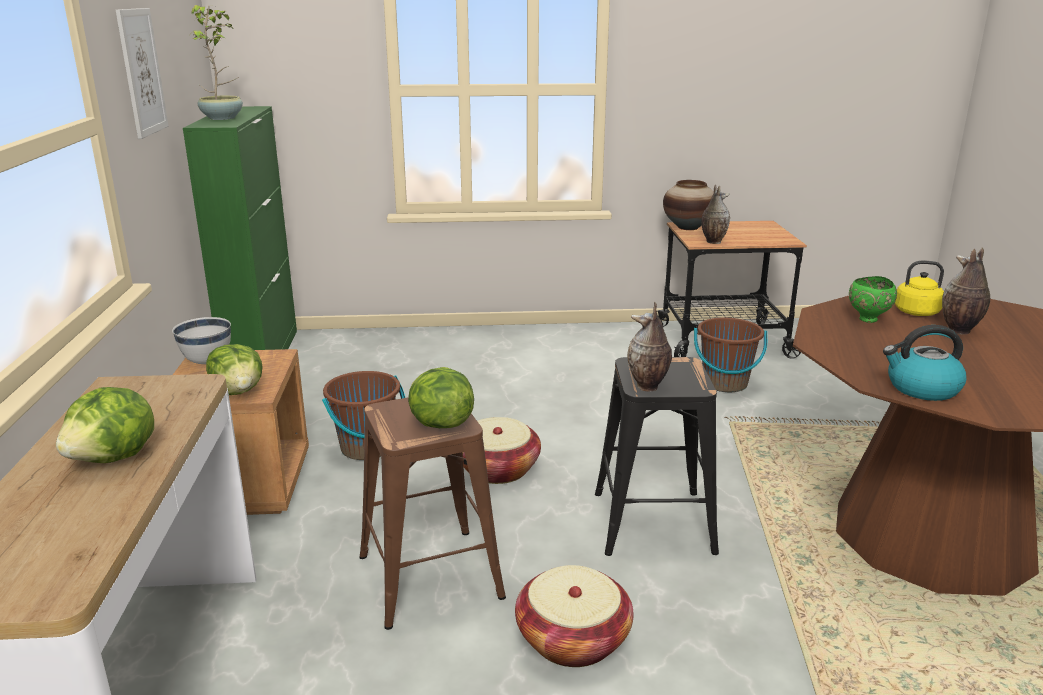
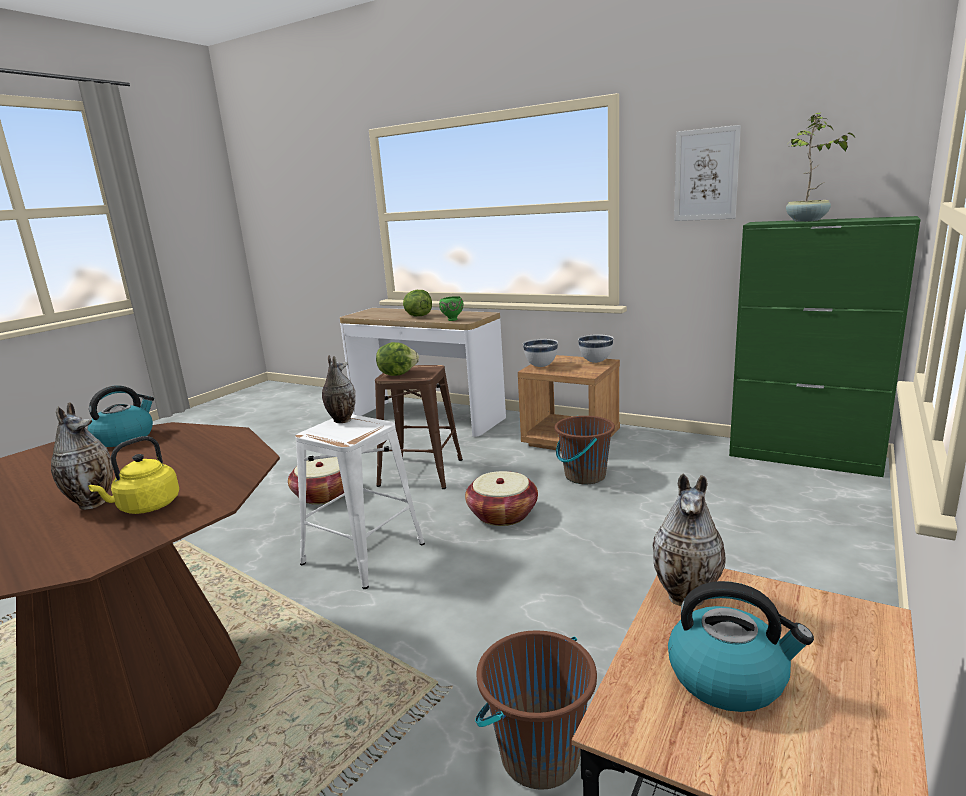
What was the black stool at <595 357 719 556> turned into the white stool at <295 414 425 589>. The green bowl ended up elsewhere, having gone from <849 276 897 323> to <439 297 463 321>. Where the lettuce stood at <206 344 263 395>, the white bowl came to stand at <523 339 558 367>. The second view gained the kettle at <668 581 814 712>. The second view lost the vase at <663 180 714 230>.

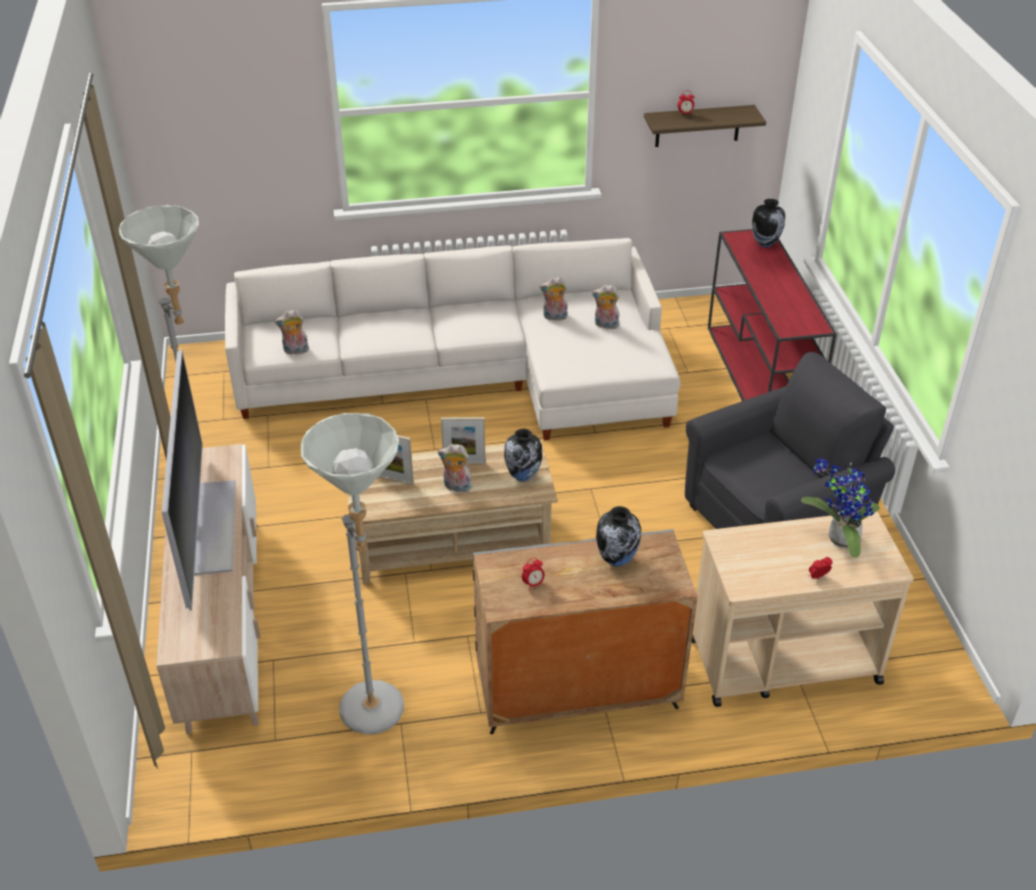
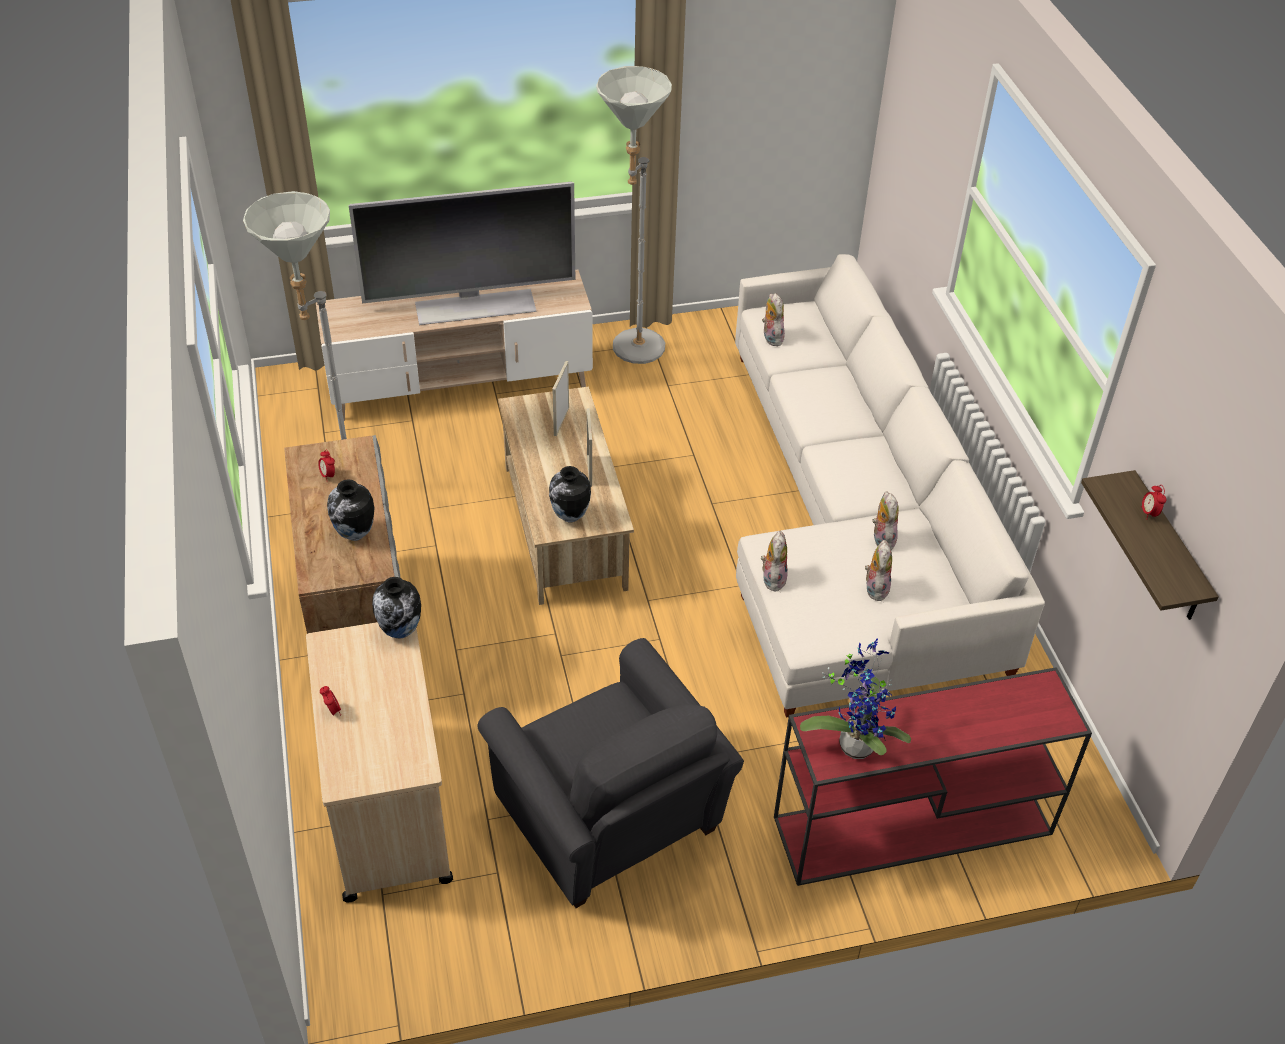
The vase ended up elsewhere, having gone from <752 199 785 247> to <372 577 421 639>. The plush toy ended up elsewhere, having gone from <438 444 474 493> to <761 531 788 591>. The potted plant ended up elsewhere, having gone from <801 458 880 557> to <800 639 911 759>.

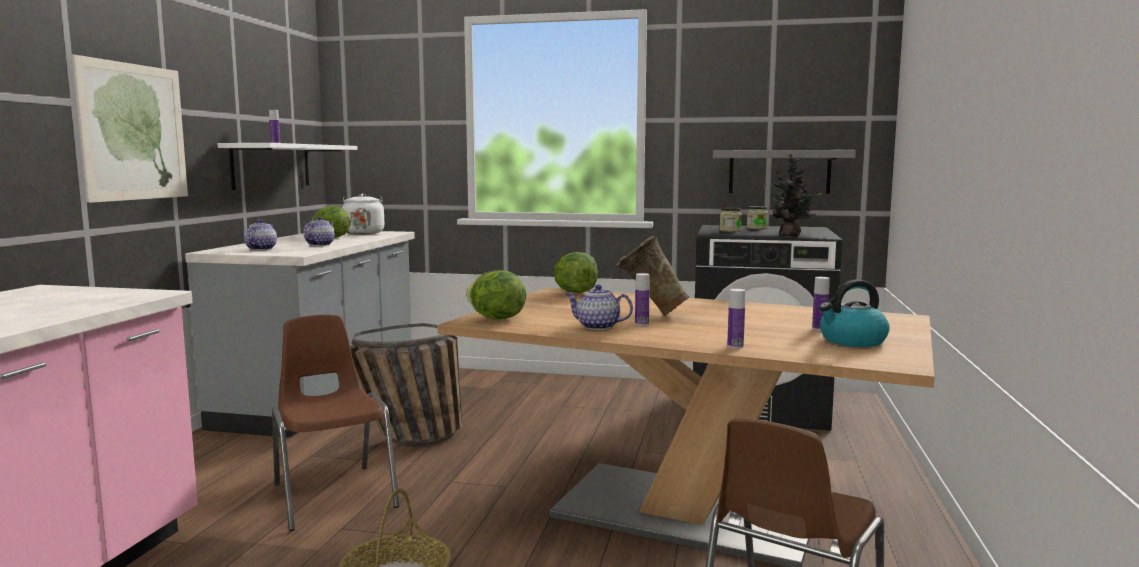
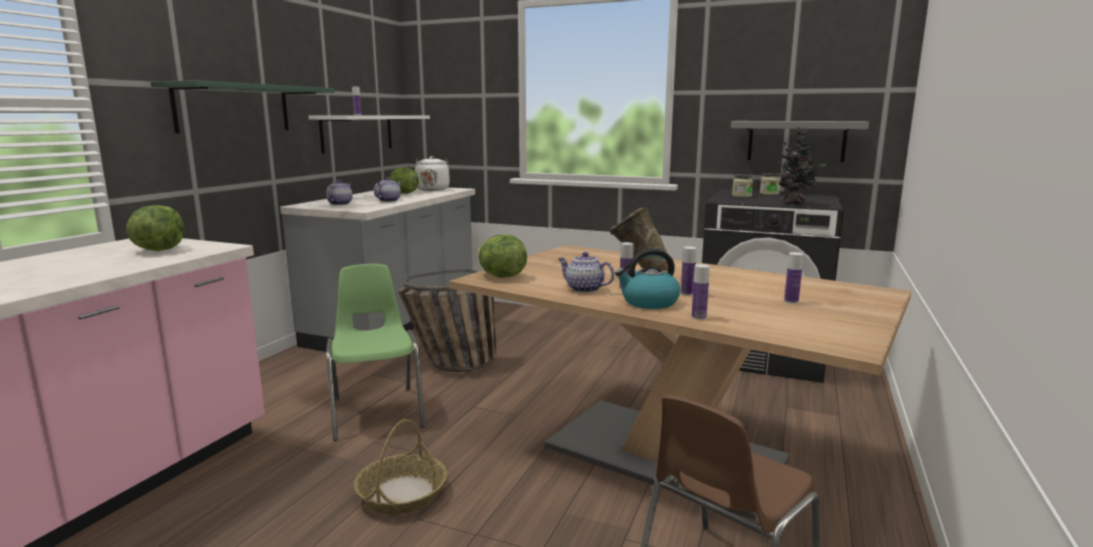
The lettuce ended up elsewhere, having gone from <554 252 598 293> to <126 205 184 251>. Where the picture hung at <72 55 188 203>, the green shelf came to hang at <151 80 335 133>. What was the brown chair at <272 315 400 531> turned into the green chair at <326 264 425 441>. The kettle ended up elsewhere, having gone from <819 280 890 347> to <615 248 680 309>. The second view gained the bottle at <681 246 696 296>.

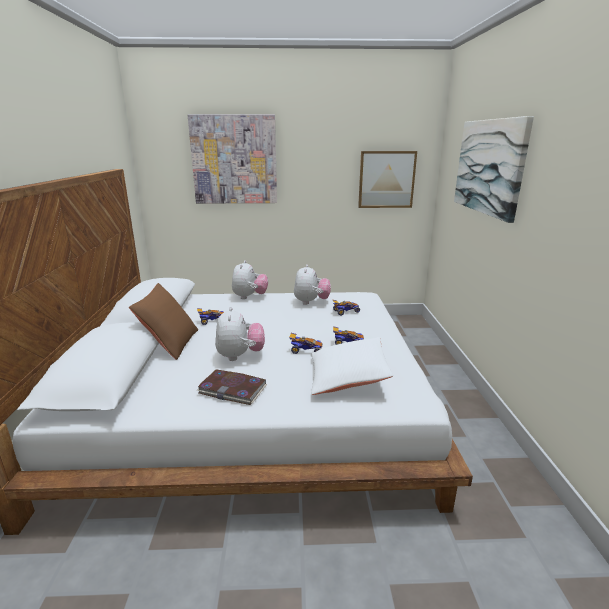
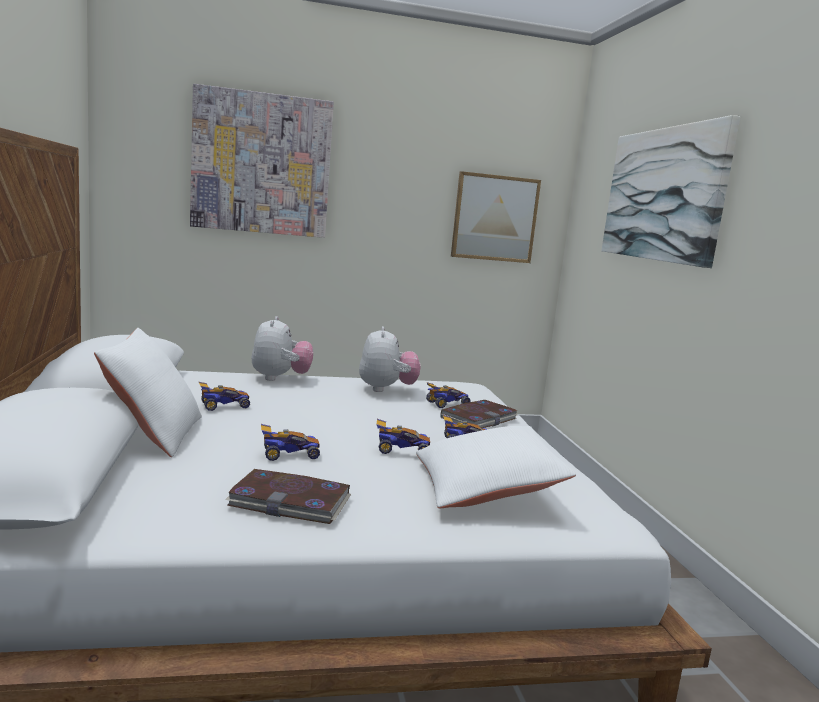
What was the brown pillow at <129 283 198 360> turned into the white pillow at <94 328 202 457>. Where the plush toy stood at <215 307 265 361>, the toy car came to stand at <261 424 320 461>. The second view gained the book at <441 400 518 428>.

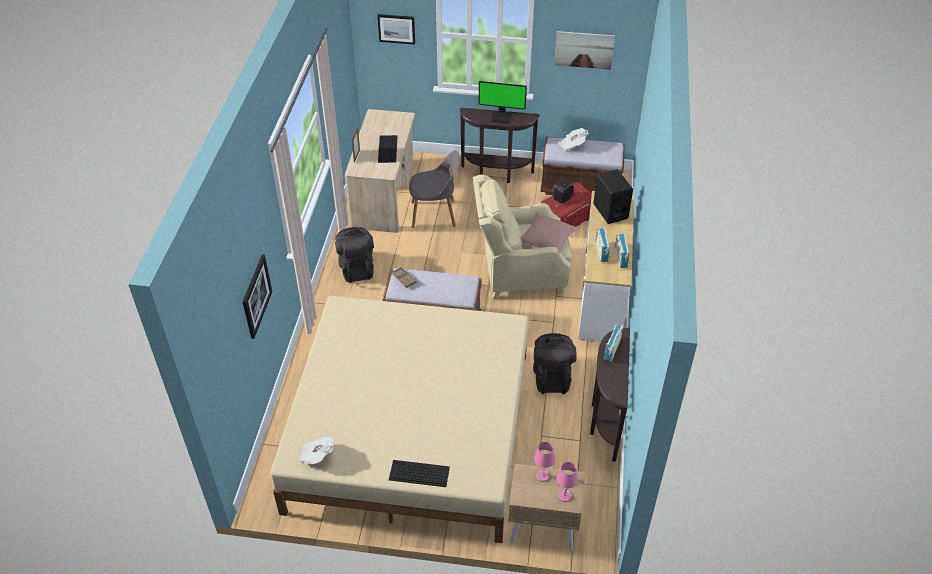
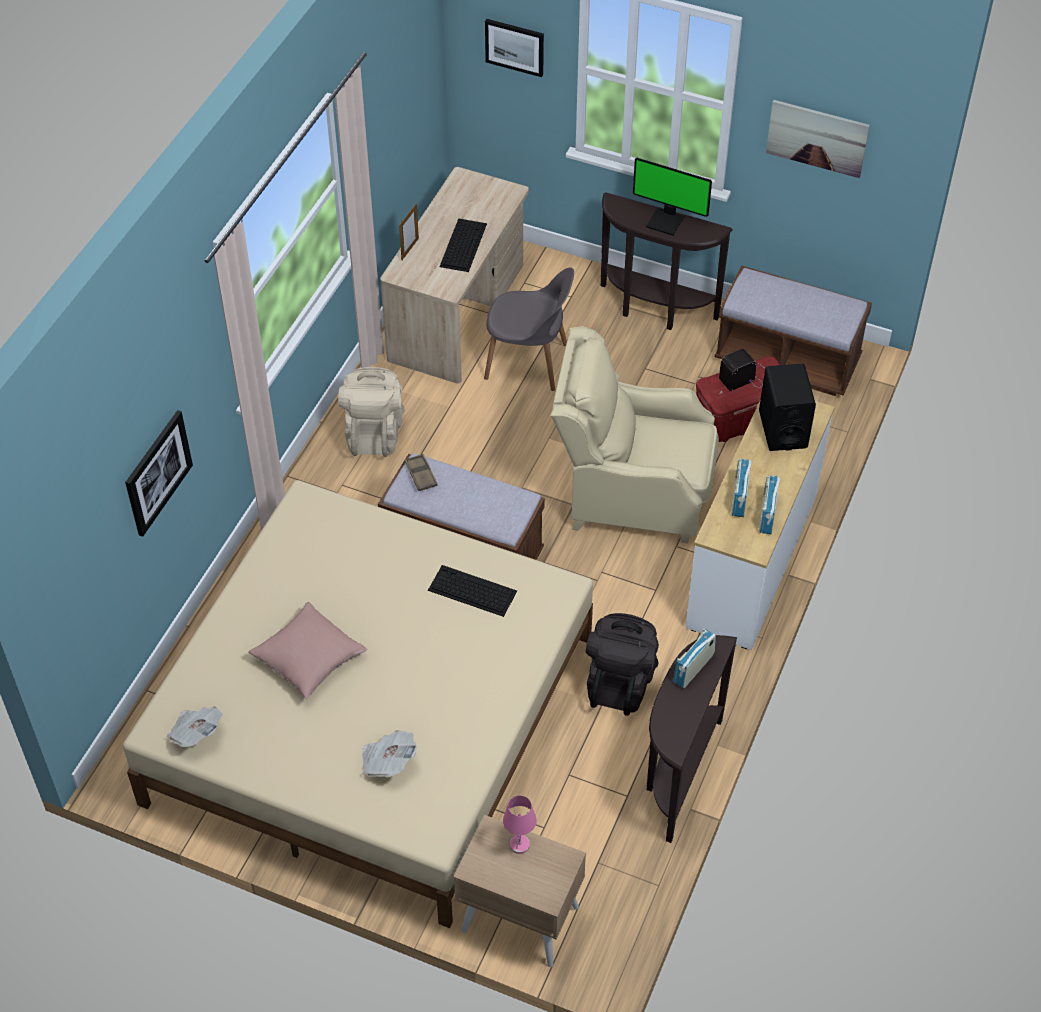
The pink pillow ended up elsewhere, having gone from <521 213 577 254> to <249 602 367 699>. What was the black backpack at <335 227 374 283> turned into the beige backpack at <338 367 405 457>. The newspaper ended up elsewhere, having gone from <558 128 588 150> to <362 730 417 777>. The keyboard ended up elsewhere, having gone from <389 460 450 487> to <428 565 517 617>. The second view lost the pink table lamp at <556 462 578 502>.

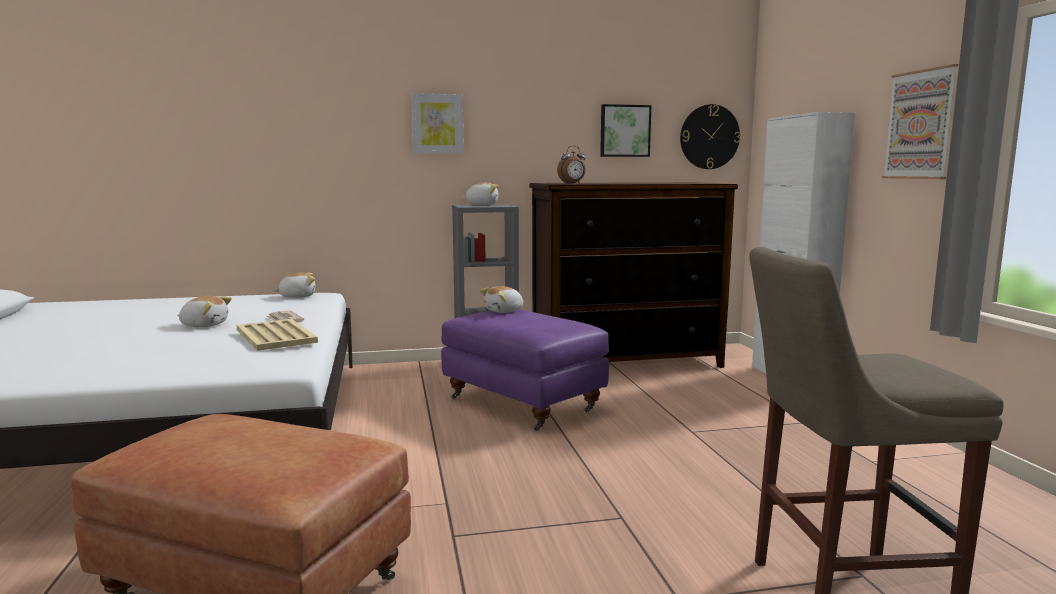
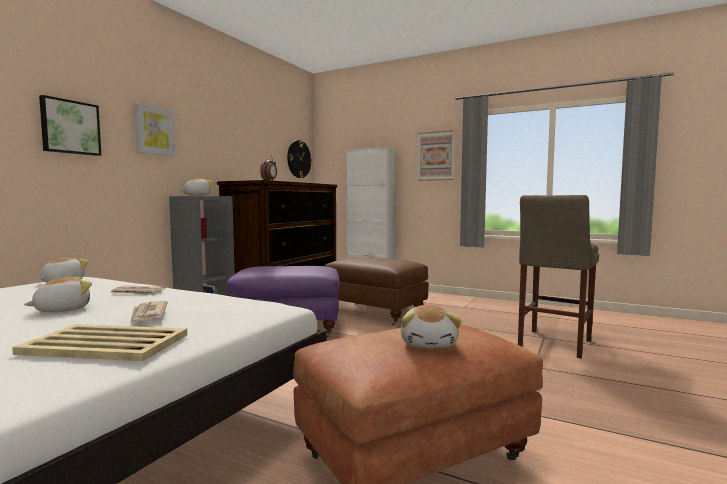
The beige tray ended up elsewhere, having gone from <237 319 318 351> to <12 324 187 361>. The picture ended up elsewhere, having gone from <600 104 652 157> to <39 95 101 156>. The second view gained the newspaper at <130 301 168 323>. The second view gained the brown ottoman at <325 257 429 326>. The plush toy ended up elsewhere, having gone from <480 286 524 313> to <401 305 462 348>.

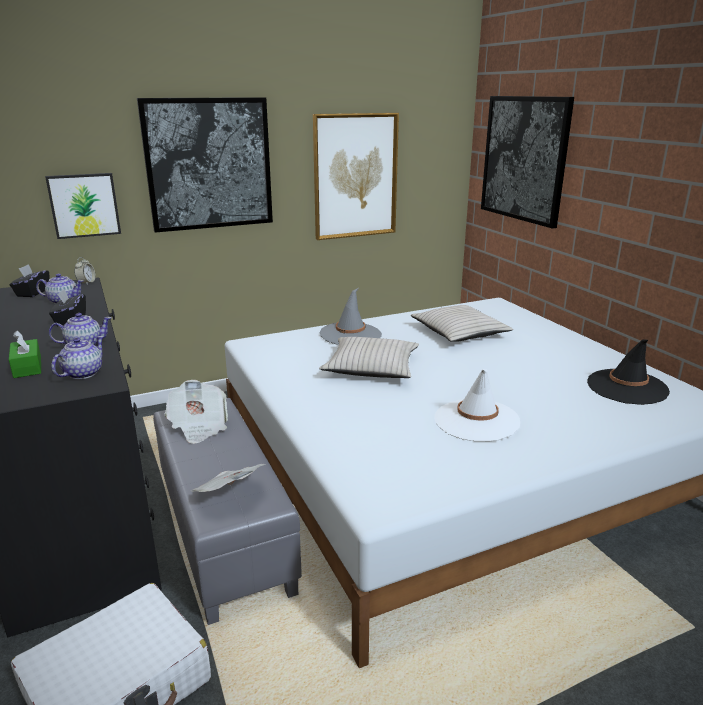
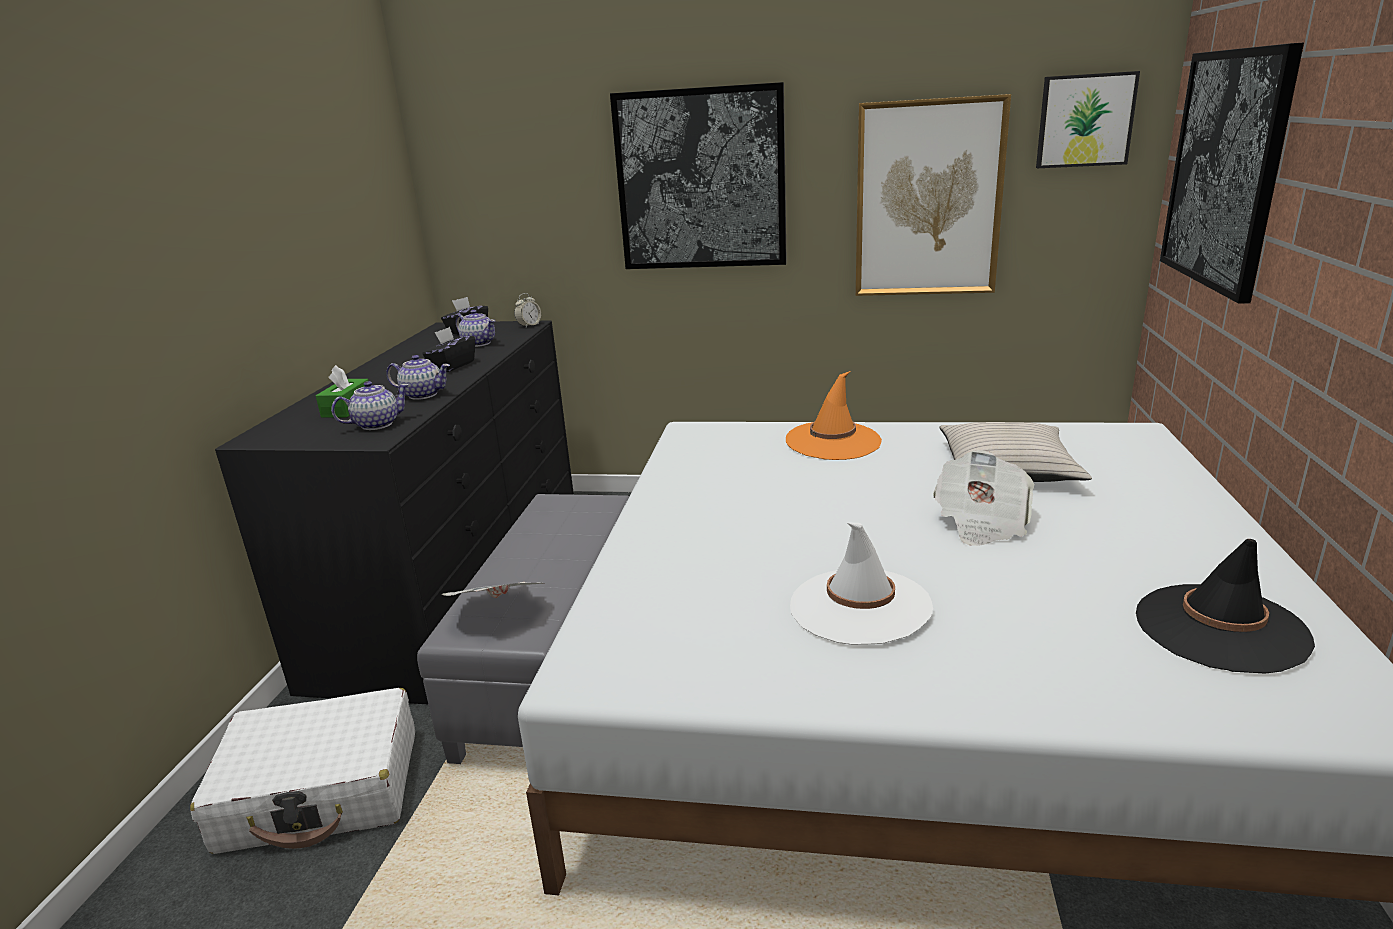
What was the grey hat at <320 288 382 345> turned into the orange hat at <786 371 882 460>. The newspaper ended up elsewhere, having gone from <165 380 228 444> to <933 450 1034 546>. The picture ended up elsewhere, having gone from <45 173 121 239> to <1036 71 1140 168>. The second view lost the beige pillow at <319 337 419 378>.

